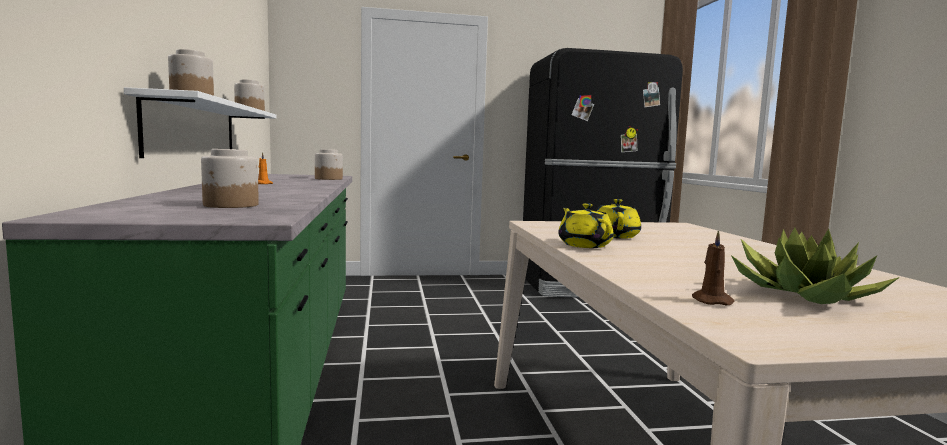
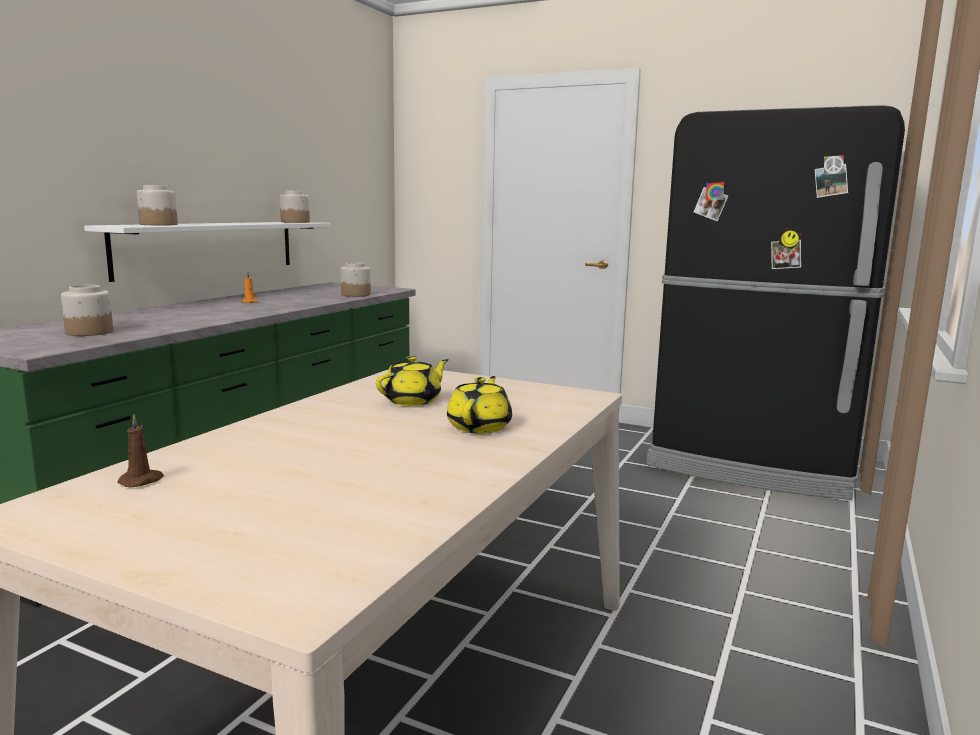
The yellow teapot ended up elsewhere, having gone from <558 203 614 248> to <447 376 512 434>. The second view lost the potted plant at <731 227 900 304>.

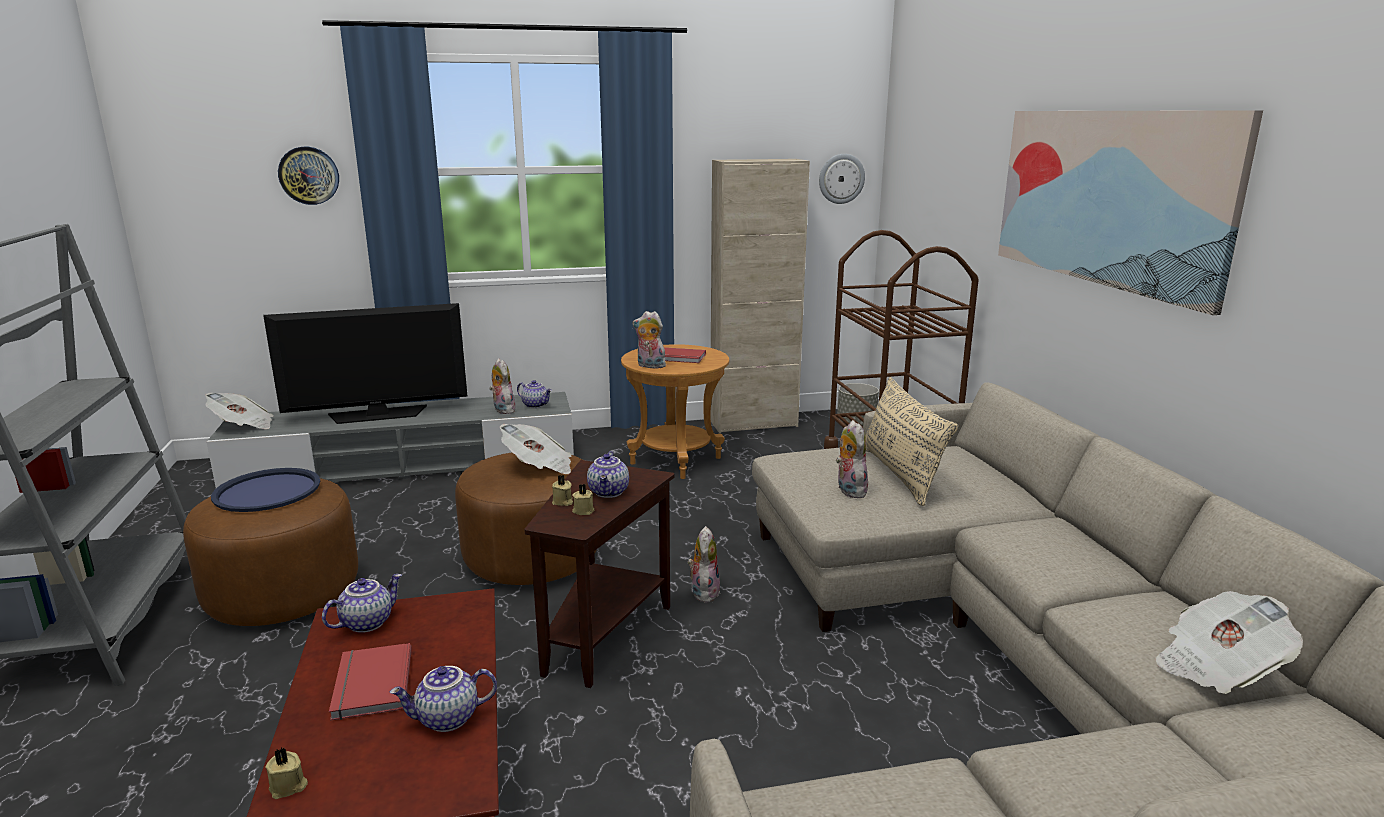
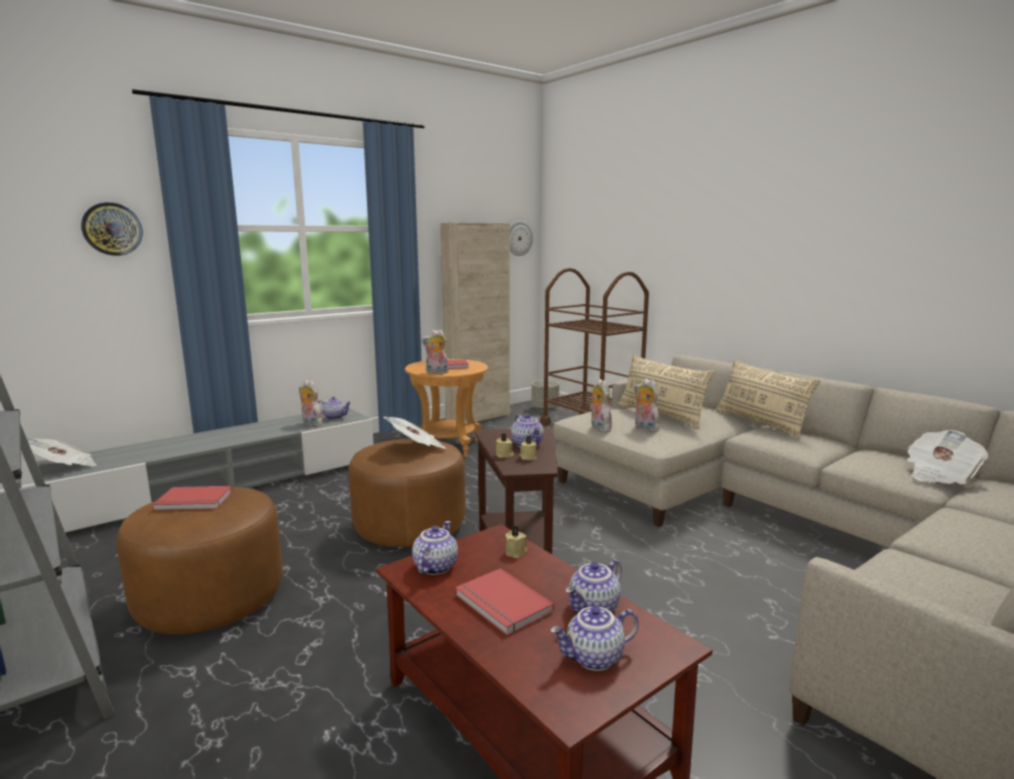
Where the blue tray stood at <211 468 320 512>, the red book came to stand at <152 486 233 510>. The beige candle ended up elsewhere, having gone from <266 748 308 799> to <505 526 528 558>. The second view gained the teapot at <550 606 639 671>. The plush toy ended up elsewhere, having gone from <688 526 720 602> to <590 379 612 432>. The second view gained the beige pillow at <716 360 820 440>. The second view lost the television at <263 303 467 424>. The second view lost the picture at <998 110 1263 315>.

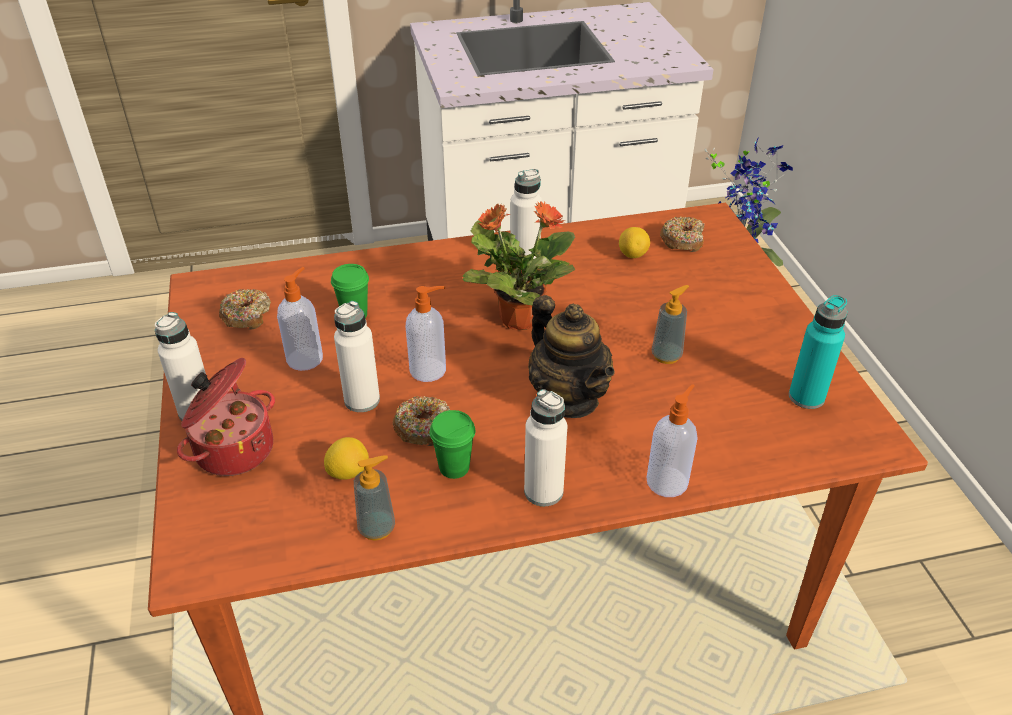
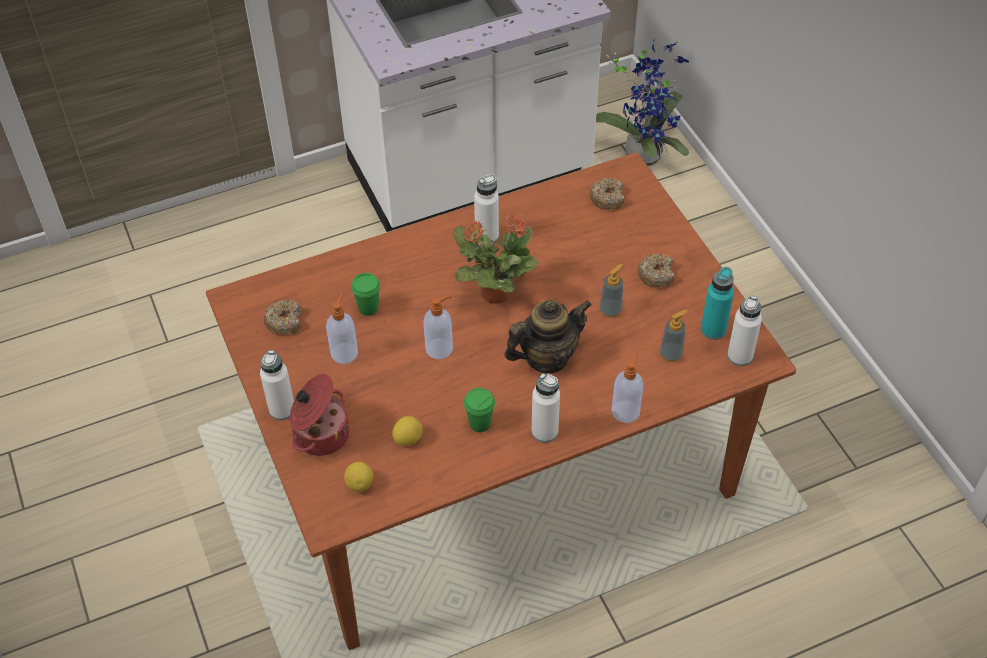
The lemon ended up elsewhere, having gone from <619 227 650 258> to <344 462 373 492>. The teapot at <528 295 615 418> ended up facing another way, 75 degrees counterclockwise from before. The donut ended up elsewhere, having gone from <393 396 450 446> to <637 254 675 287>. The soap dispenser ended up elsewhere, having gone from <354 456 395 541> to <660 310 688 362>. The white bottle ended up elsewhere, having gone from <334 301 380 412> to <727 296 762 366>.

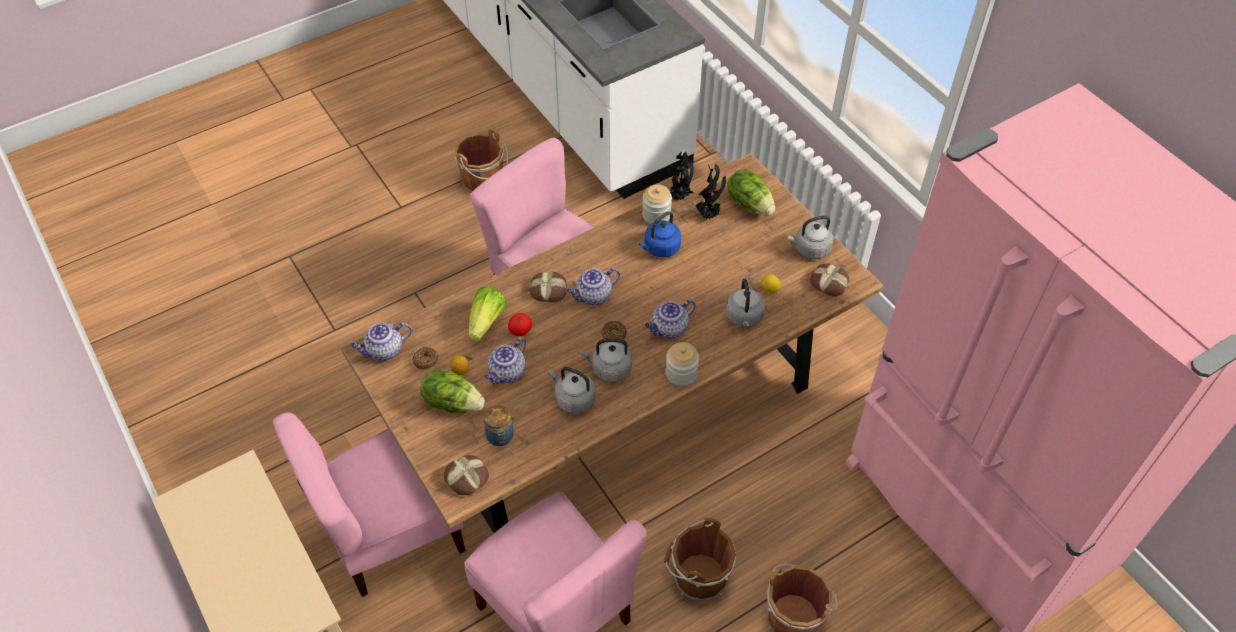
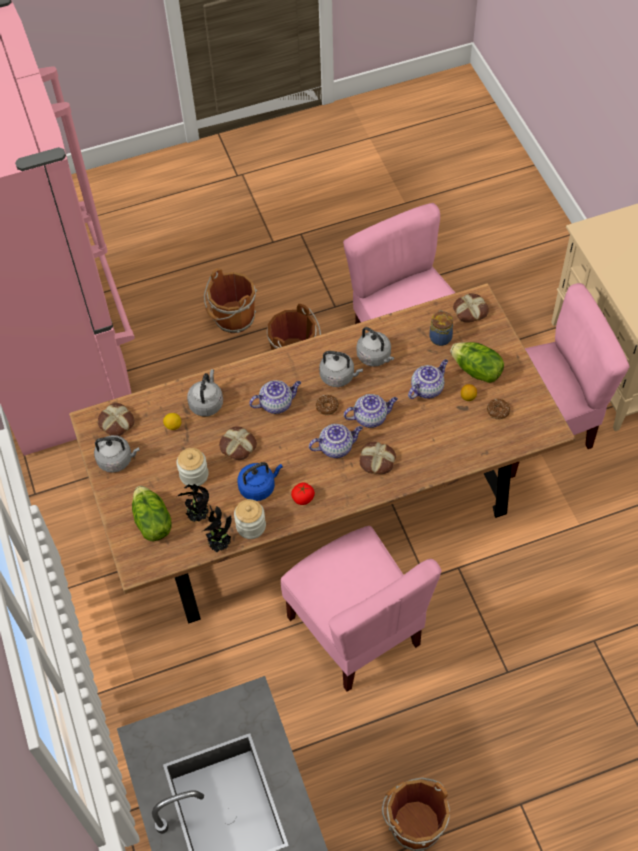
The jar ended up elsewhere, having gone from <666 342 699 386> to <176 448 209 486>. The second view gained the bread at <219 426 257 460>. The tomato ended up elsewhere, having gone from <508 313 532 336> to <291 482 315 505>. The teapot ended up elsewhere, having gone from <351 323 412 361> to <344 394 398 428>. The second view lost the lettuce at <469 287 506 342>.

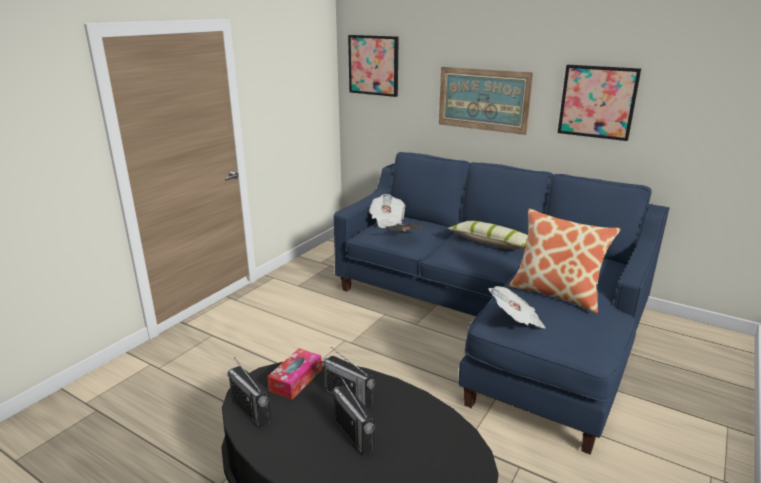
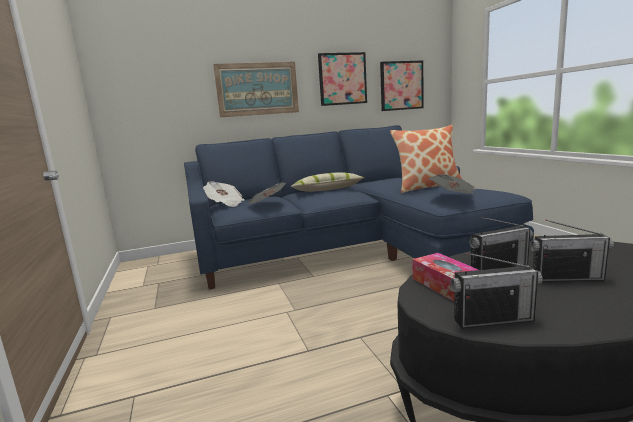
The picture ended up elsewhere, having gone from <348 35 399 97> to <380 60 424 111>.

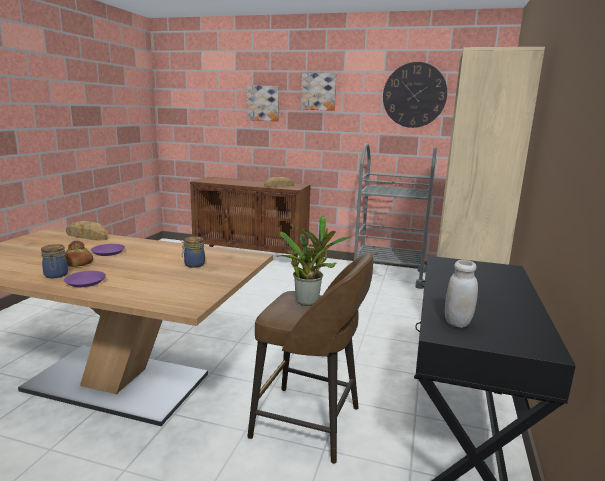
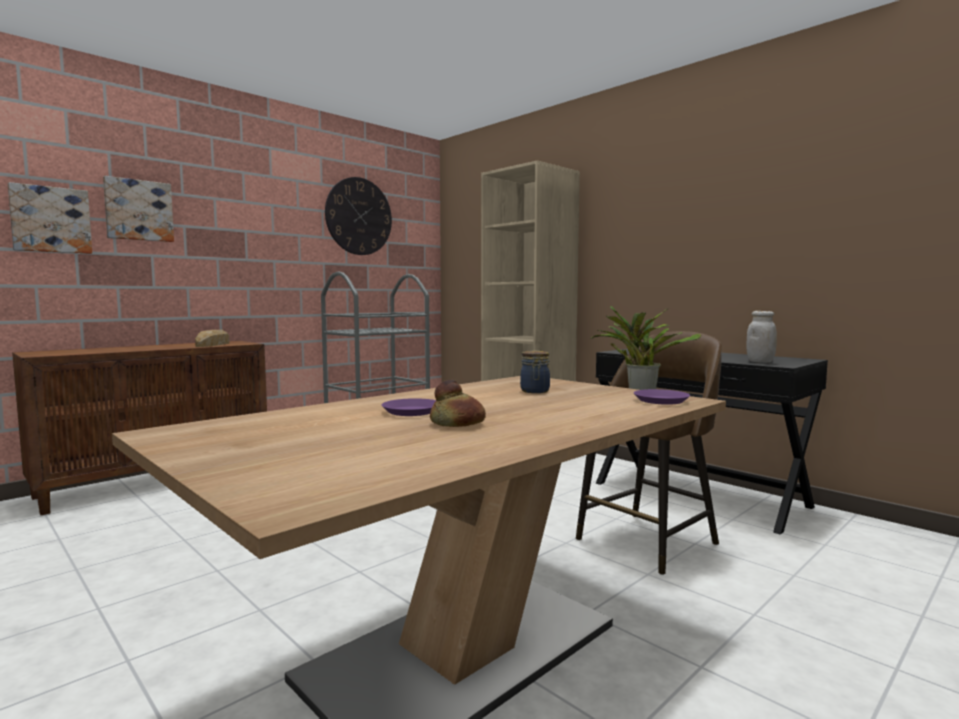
The picture ended up elsewhere, having gone from <301 73 337 111> to <8 182 92 254>. The purple plate ended up elsewhere, having gone from <64 271 106 287> to <634 389 690 405>. The second view lost the jar at <41 244 68 278>. The second view lost the bread at <66 221 108 241>.

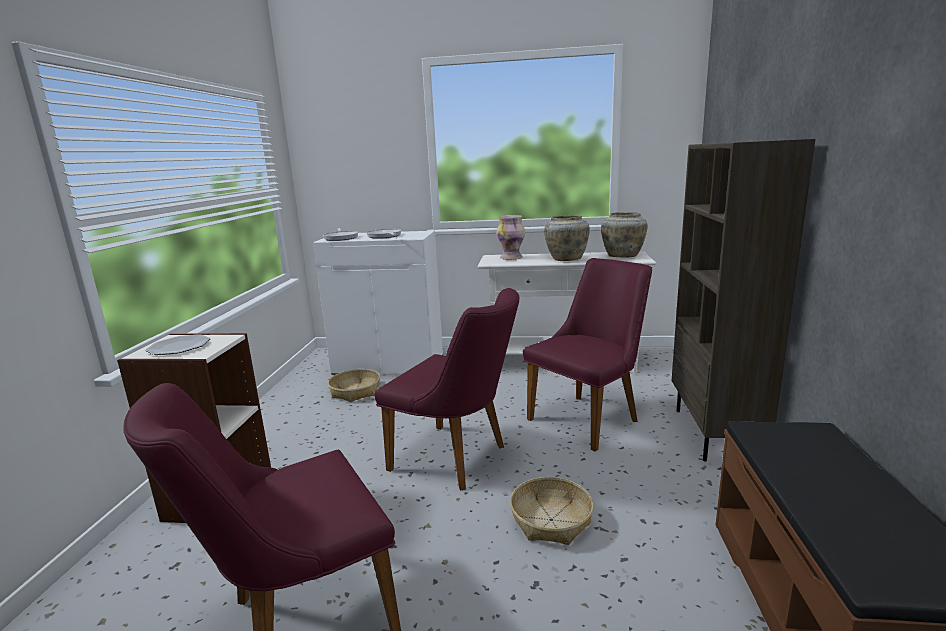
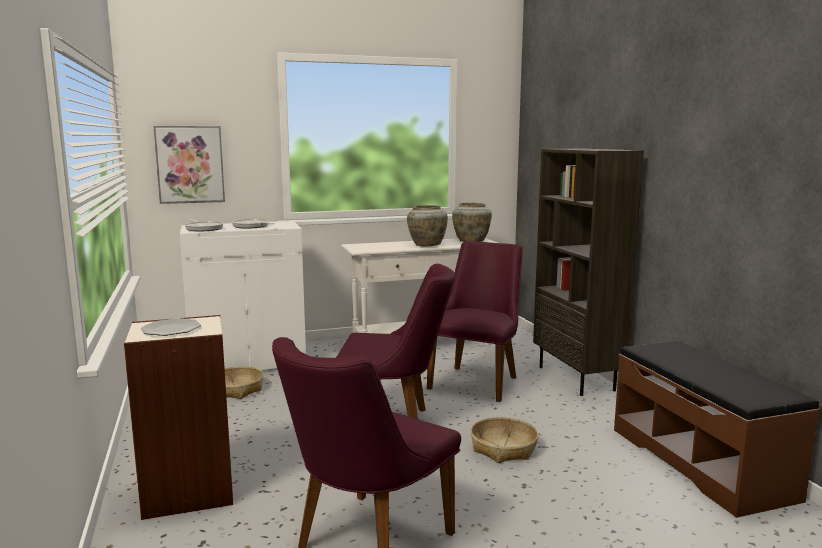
The second view gained the picture at <154 126 225 204>. The second view lost the vase at <496 215 525 260>.

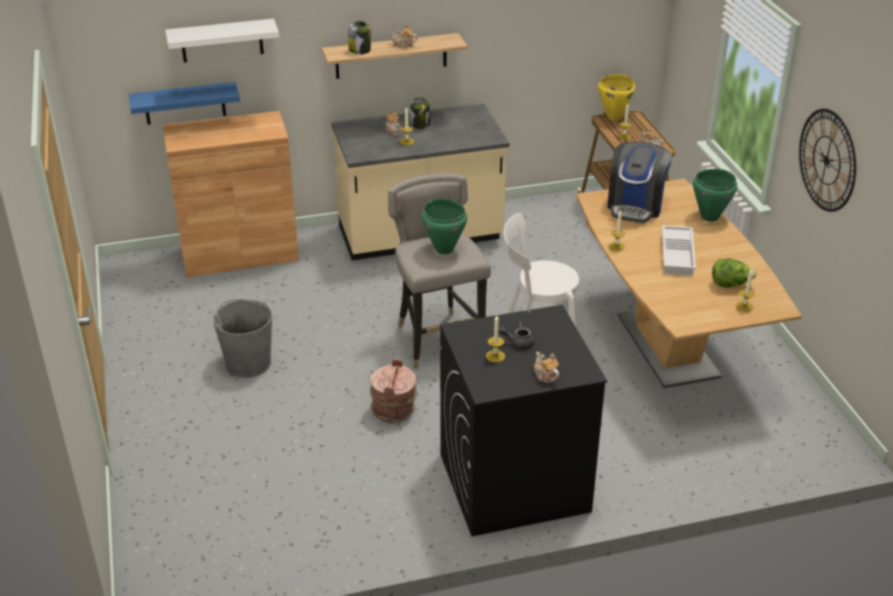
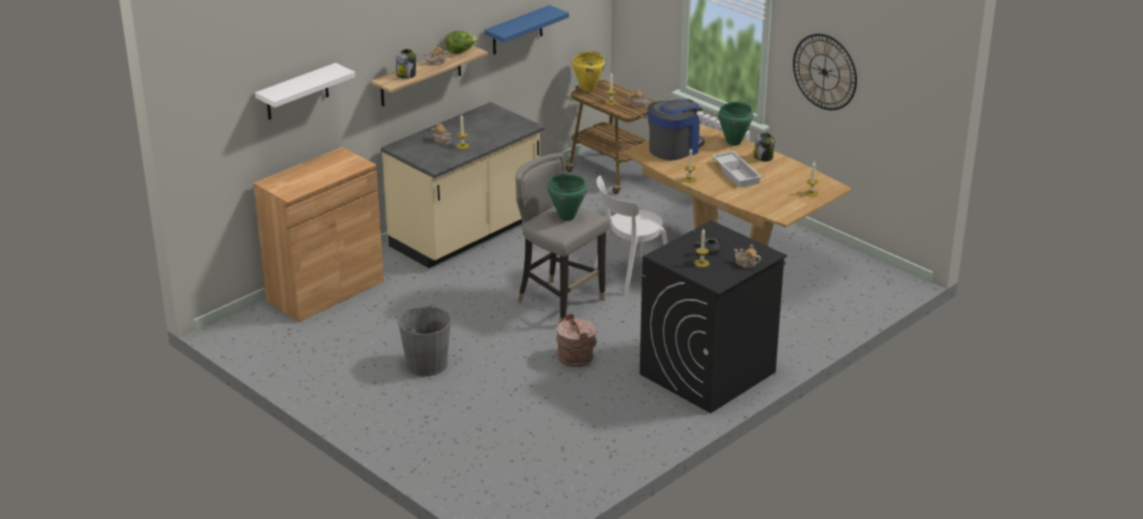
The lettuce ended up elsewhere, having gone from <712 258 757 288> to <445 31 478 54>. The blue shelf ended up elsewhere, having gone from <129 82 240 125> to <484 5 569 55>. The coffee machine at <607 142 672 223> ended up facing another way, 120 degrees counterclockwise from before. The jar ended up elsewhere, having gone from <410 97 430 129> to <754 133 775 162>.

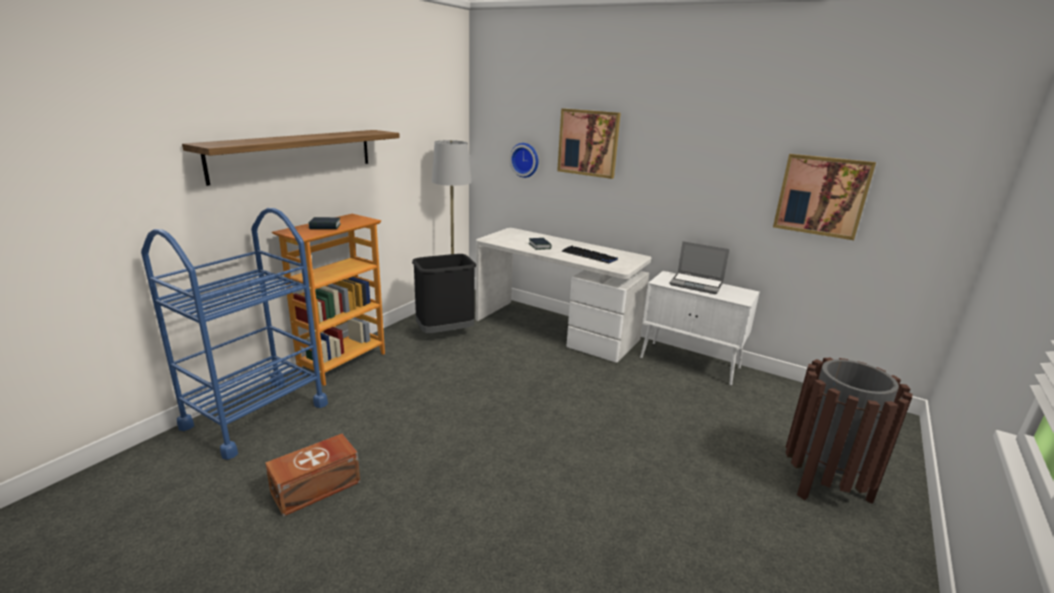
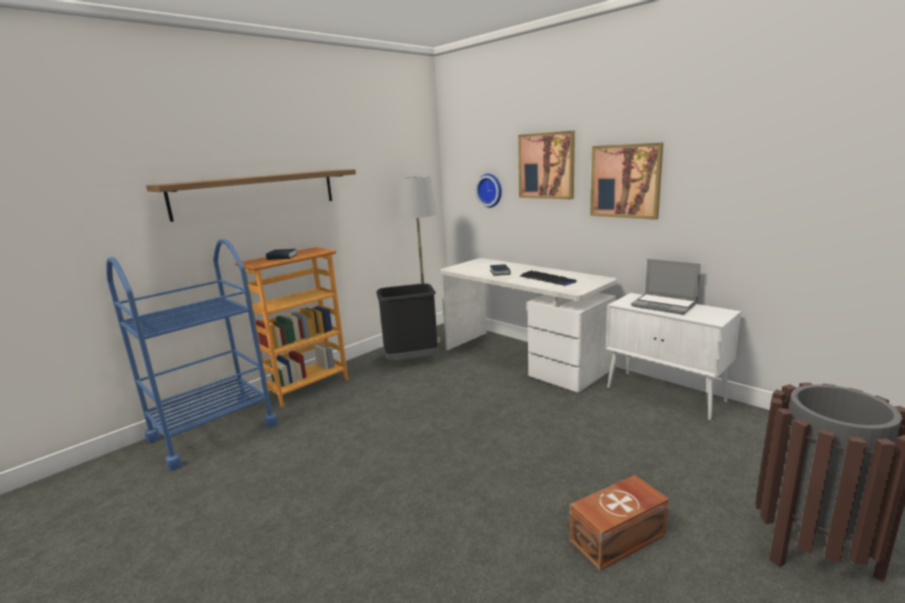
The brown storage box ended up elsewhere, having gone from <265 434 360 517> to <569 475 669 571>. The picture ended up elsewhere, having gone from <773 154 876 240> to <590 142 664 220>.

